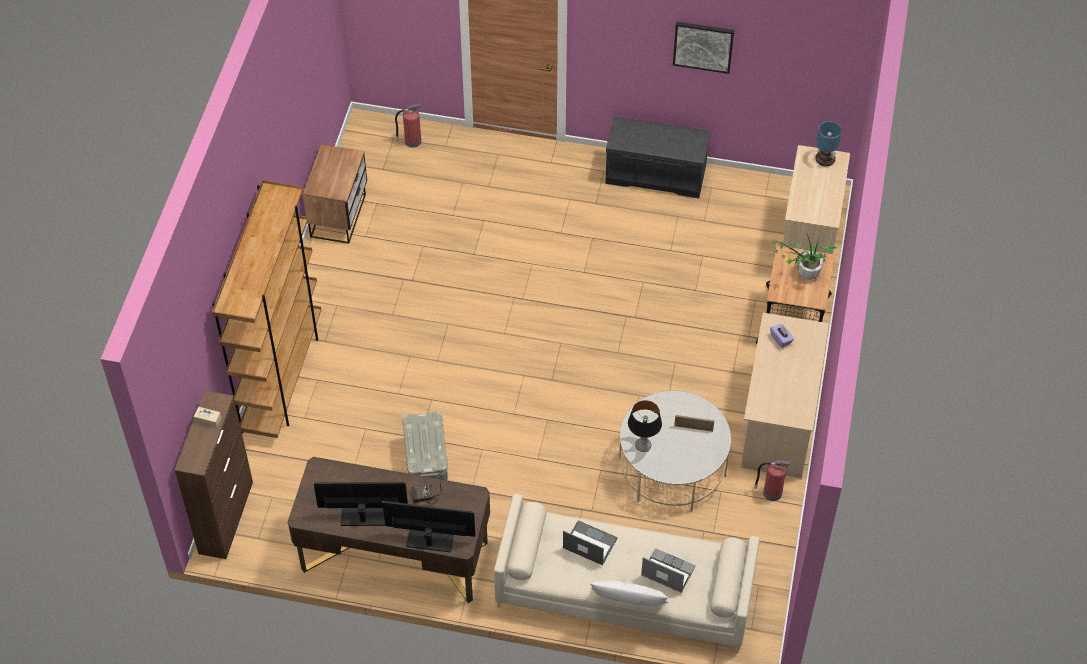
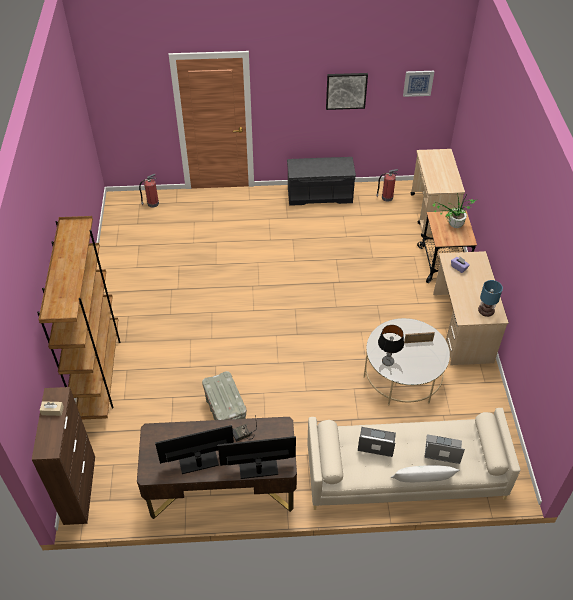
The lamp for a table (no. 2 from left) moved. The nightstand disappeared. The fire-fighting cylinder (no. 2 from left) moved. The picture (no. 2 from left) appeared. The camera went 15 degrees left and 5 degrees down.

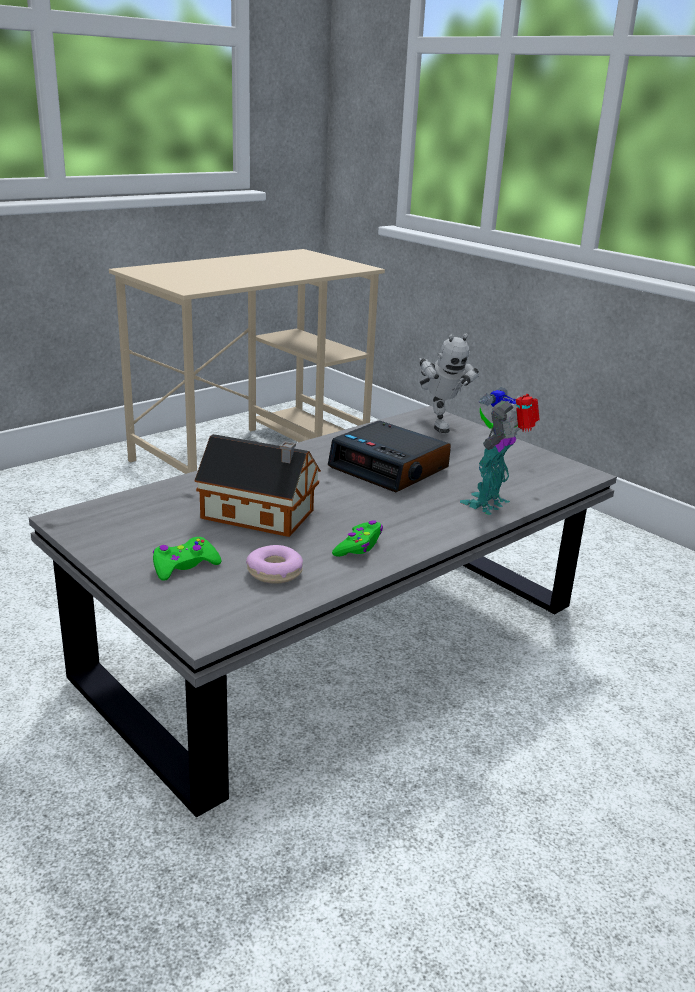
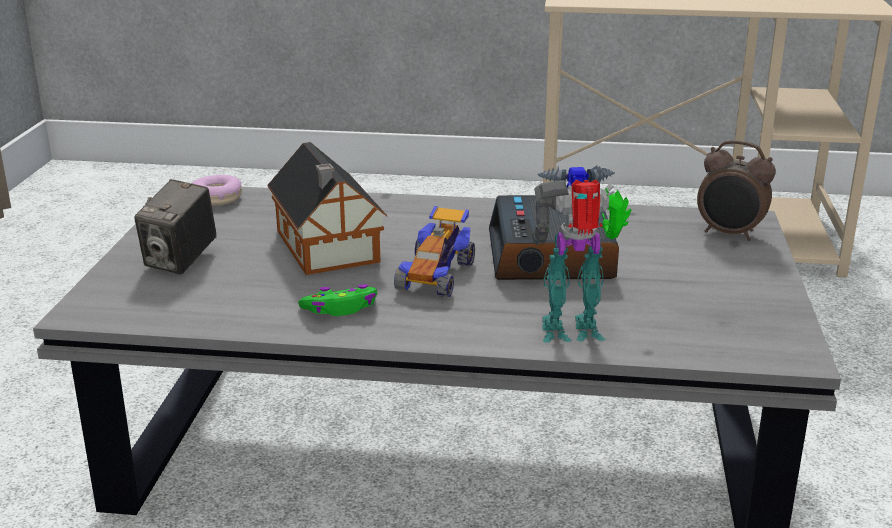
The robot figure (no. 1 from left) was replaced by the bedside clock (no. 2 from left). The joypad/green (no. 1 from left) was replaced by the photo camera. The donut moved. The miniature car appeared. The camera went 50 degrees right and 0 degrees up.

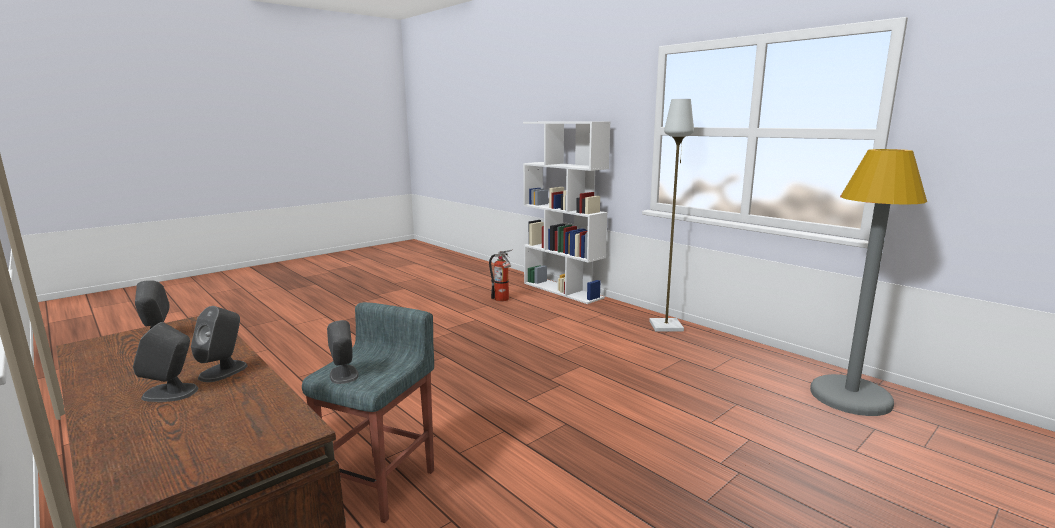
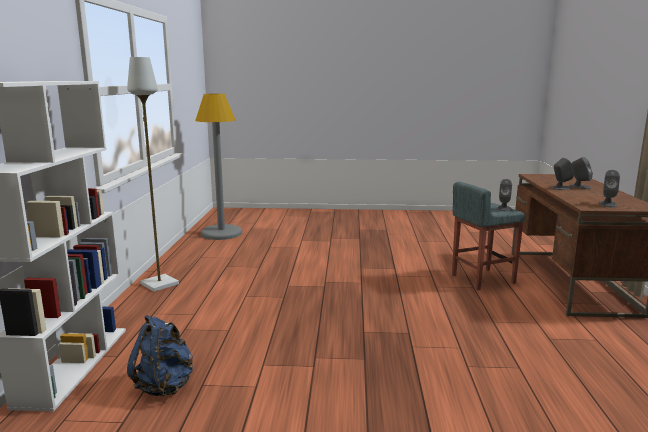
The fire-fighting cylinder was replaced by the backpack/bluish. The camera went 135 degrees left and 0 degrees up.

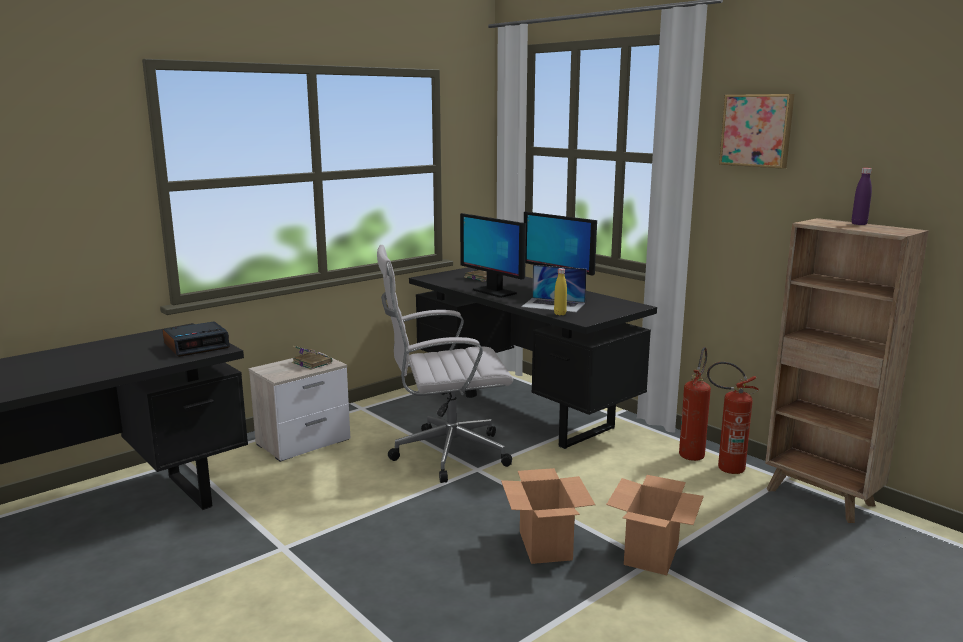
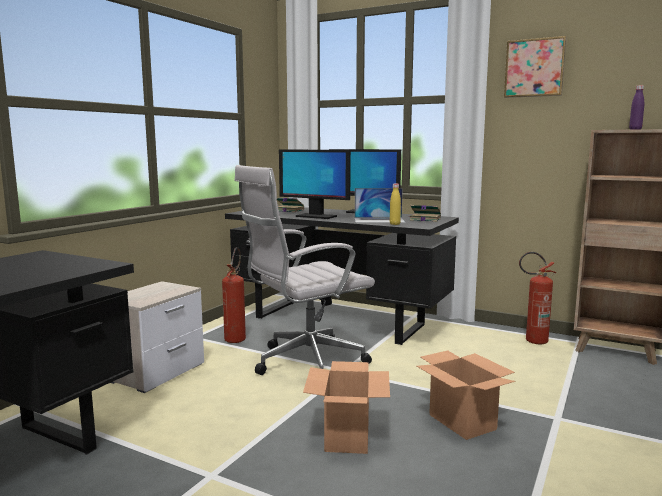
The bedside clock disappeared. The bound book (no. 1 from left in the first image) moved. The fire-fighting cylinder (no. 1 from left) moved. The cardboard box (no. 2 from left in the first image) moved. The camera went 20 degrees left and 5 degrees down.

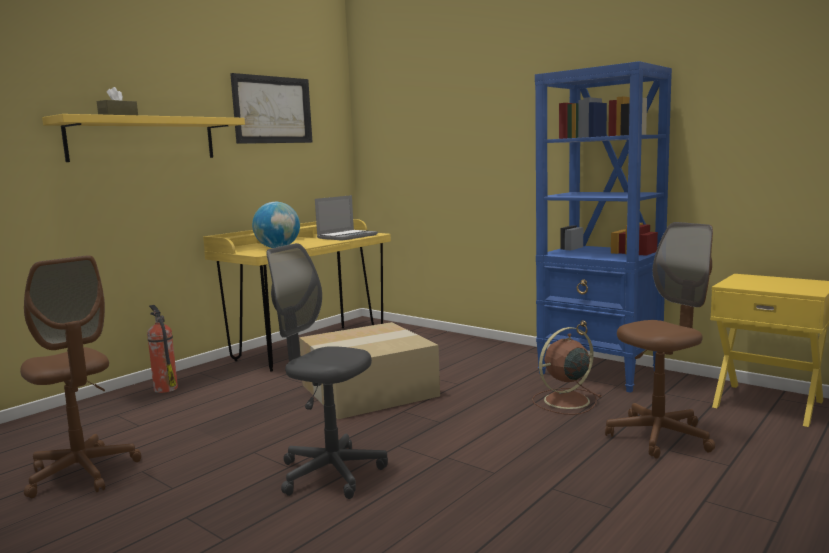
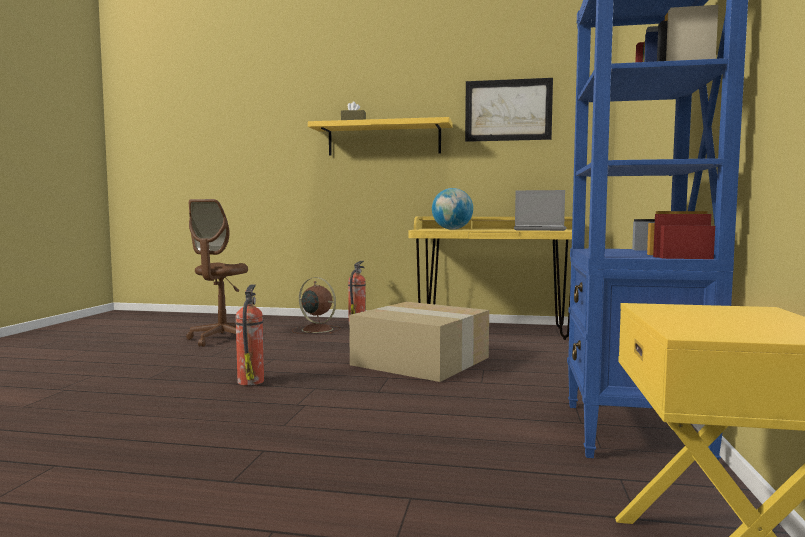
The office chair/brown-coloured (no. 2 from left) disappeared. The office chair/gray was replaced by the fire-fighting cylinder (no. 1 from left). The electric fan/brown-coloured moved. The camera went 60 degrees right and 5 degrees down.

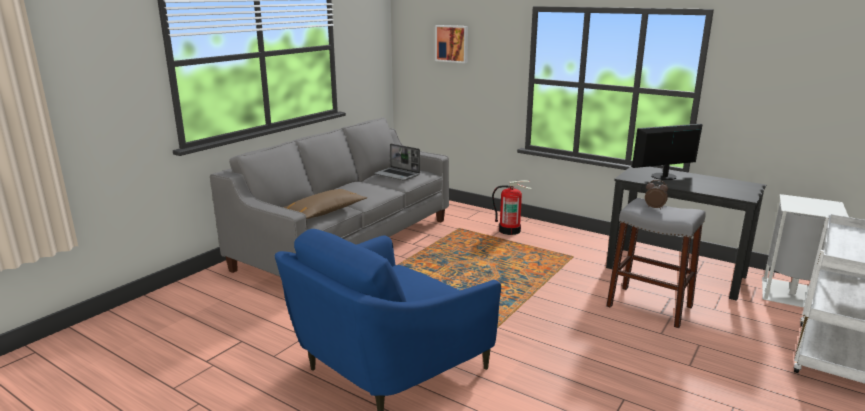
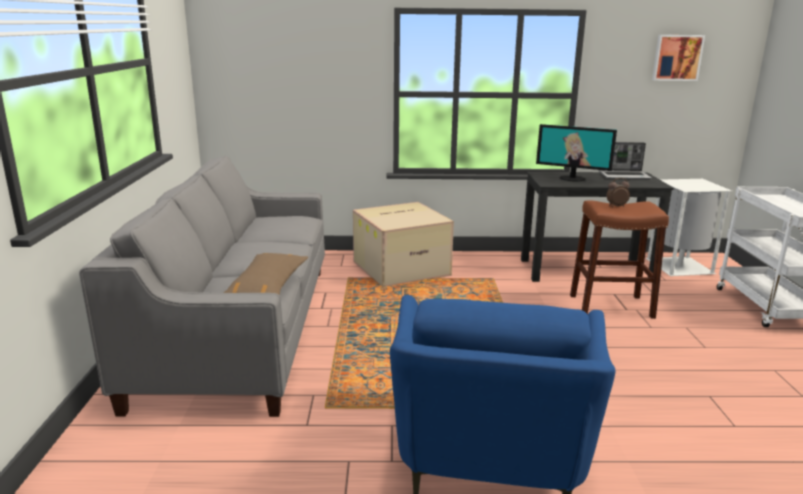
The picture moved. The computer screen turned 105 degrees counterclockwise. The portable computer moved. The fire-fighting cylinder was replaced by the cardboard box. The stool/gray became the stool/brown-coloured. The camera went 35 degrees left and 0 degrees up.

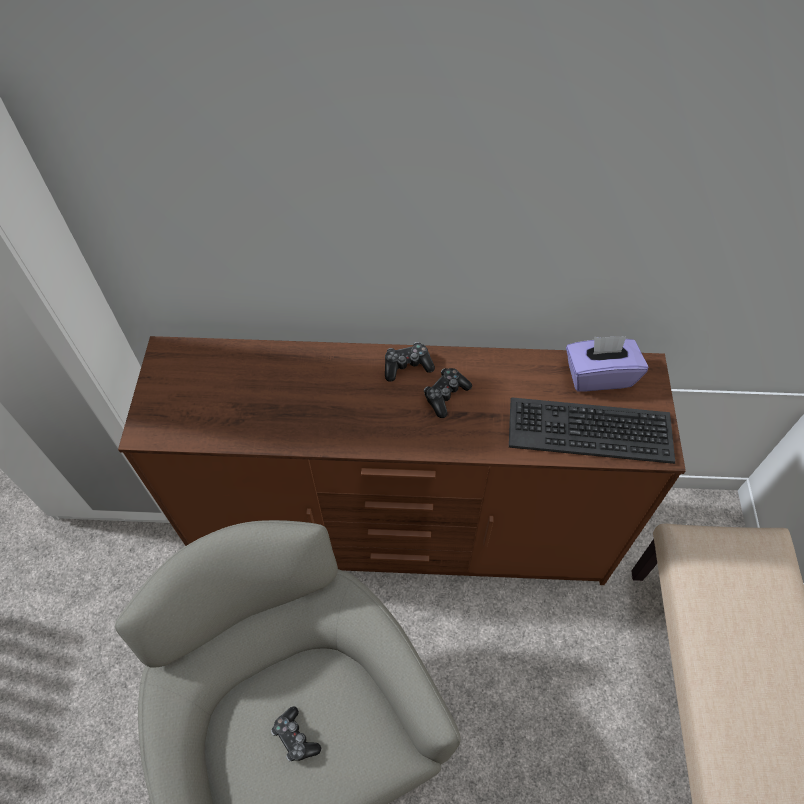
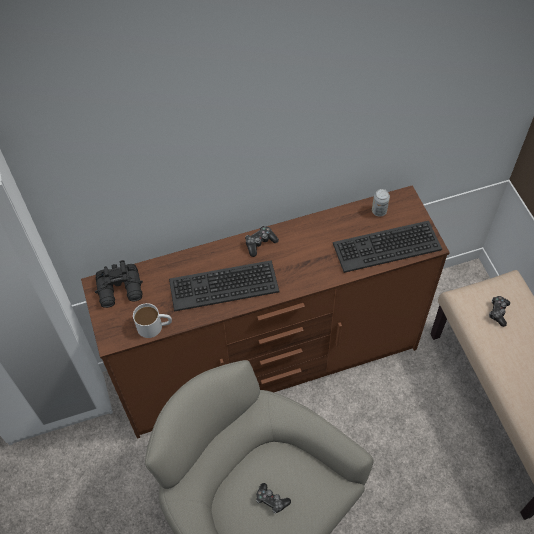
The box of tissues/purplish was replaced by the can. The joypad (no. 3 from left) moved. The pair of binoculars/black appeared. The keyboard (no. 1 from left) appeared. The tea mug/whitish appeared. The camera went 20 degrees left and 0 degrees up.

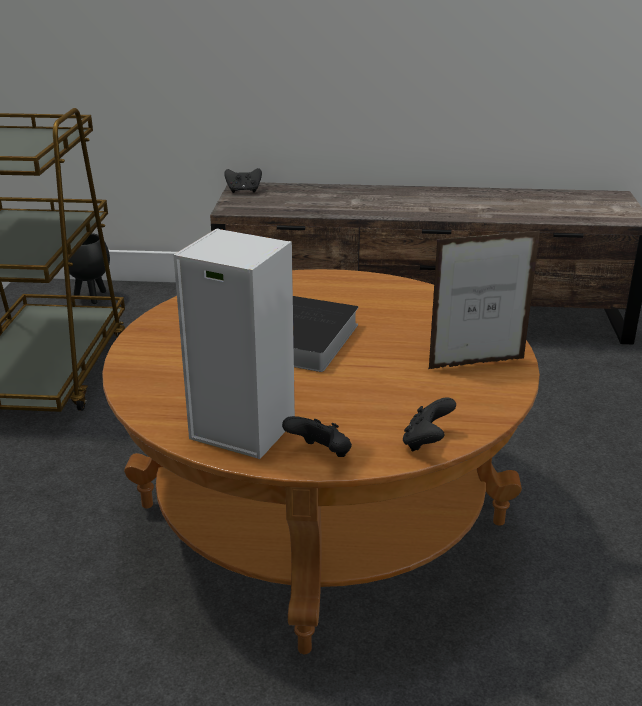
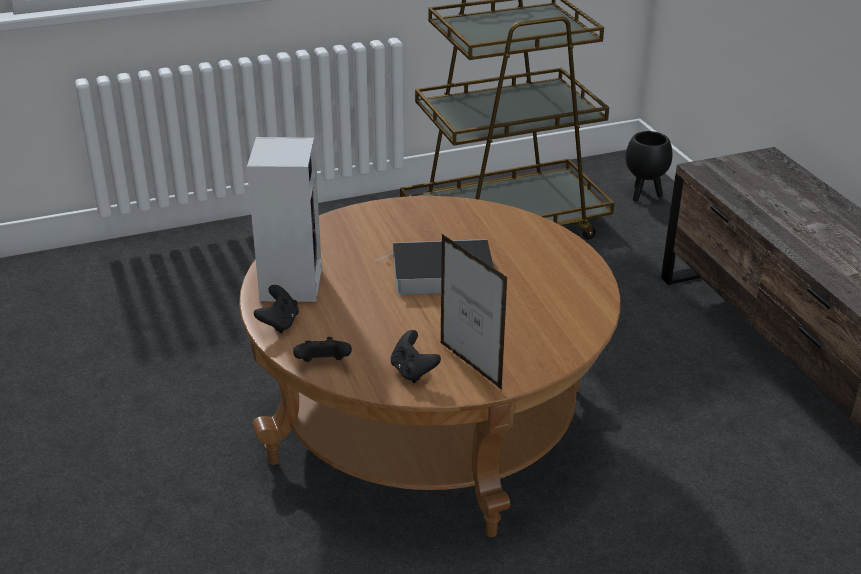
The joypad/black (no. 1 from left in the first image) moved. The camera went 65 degrees right and 5 degrees up.

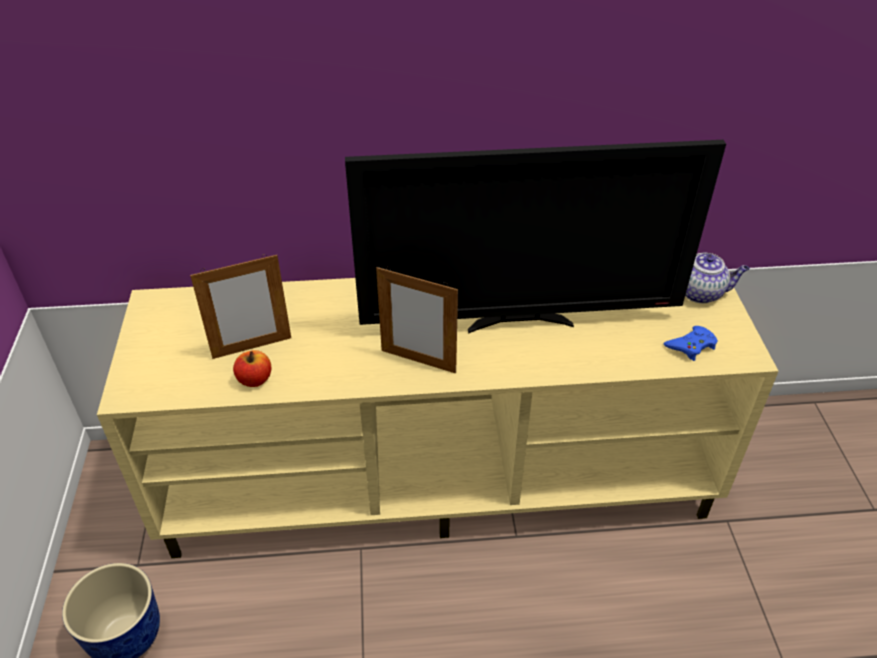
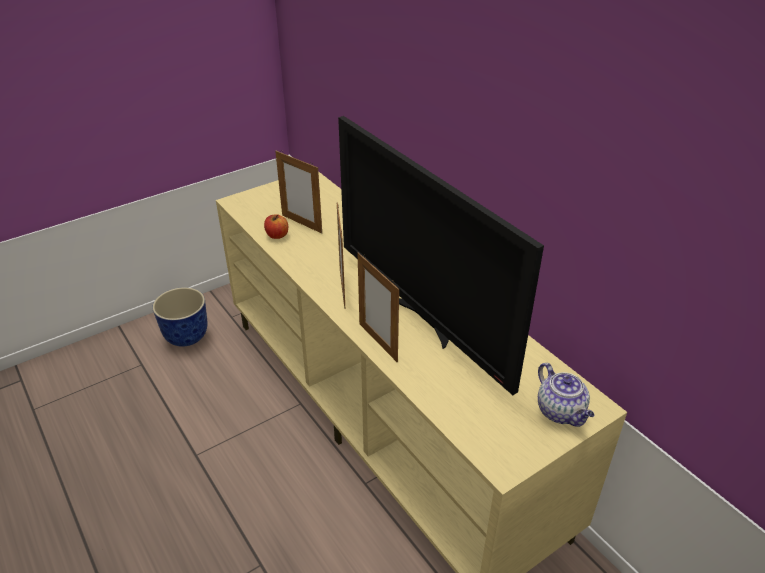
The joypad/bluish disappeared. The standing frame (no. 3 from left) appeared. The camera went 60 degrees right and 5 degrees down.

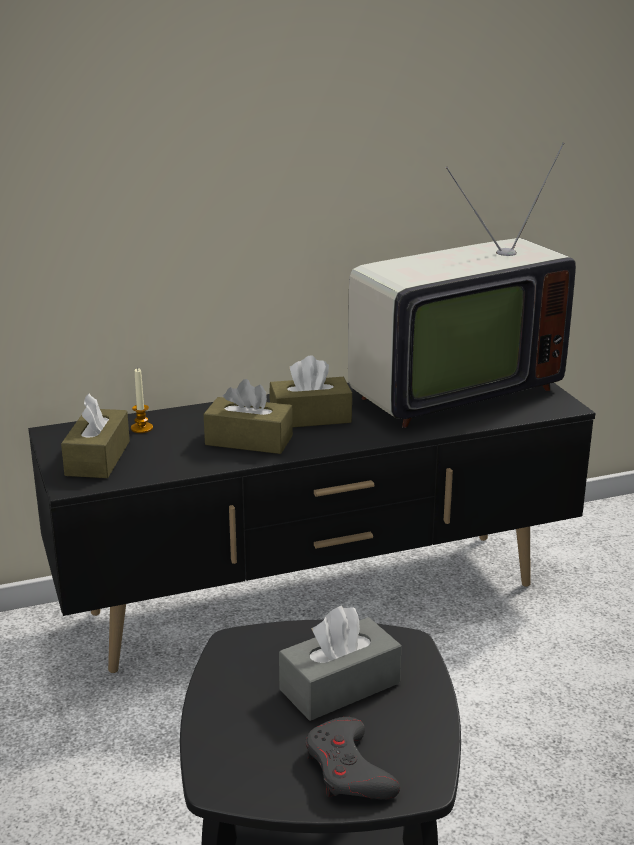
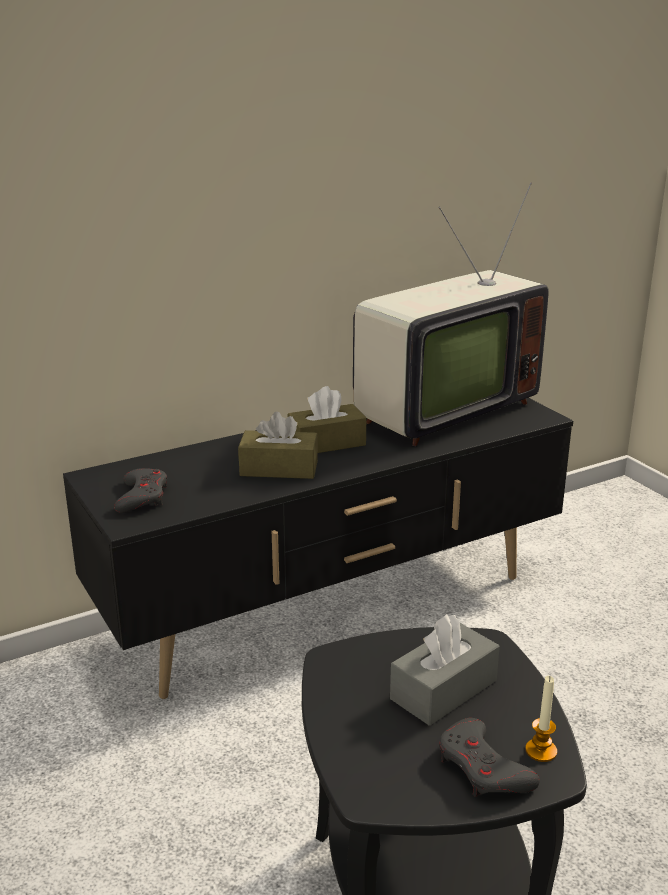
The wax candle moved. The box of tissues/brown-coloured (no. 1 from left) was replaced by the joypad/gray (no. 1 from left). The camera went 10 degrees left and 0 degrees up.

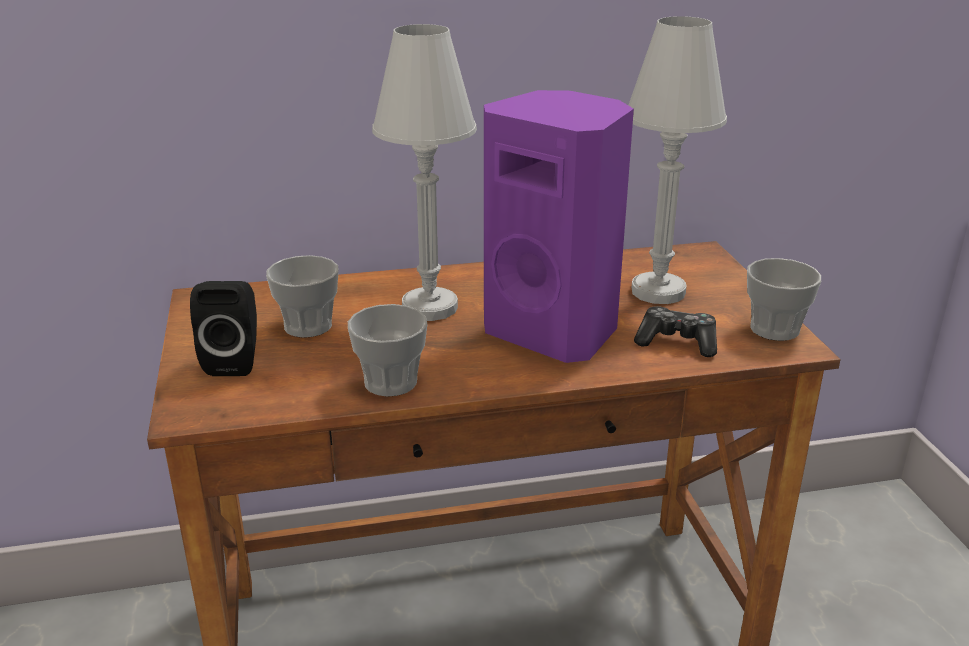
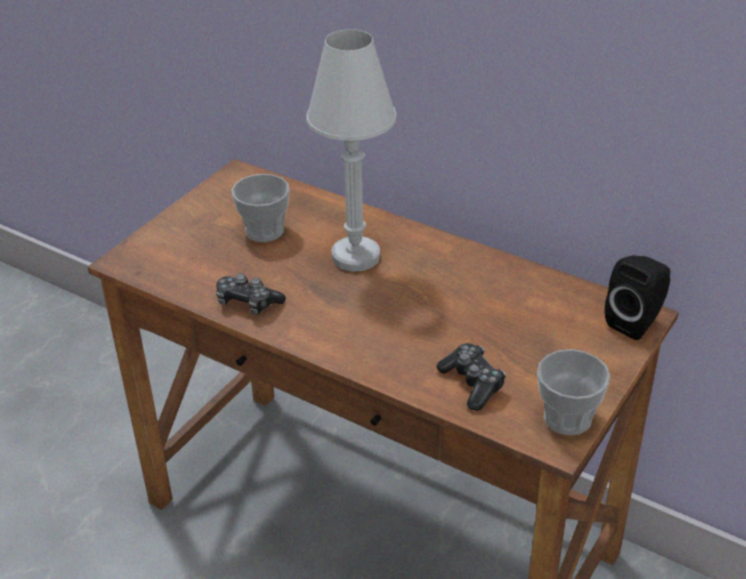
The lamp for a table/whitish (no. 2 from left) disappeared. The speaker/purplish disappeared. The speaker/black moved. The small cup (no. 2 from left) was replaced by the joypad (no. 1 from left). The camera went 45 degrees right and 10 degrees up.

